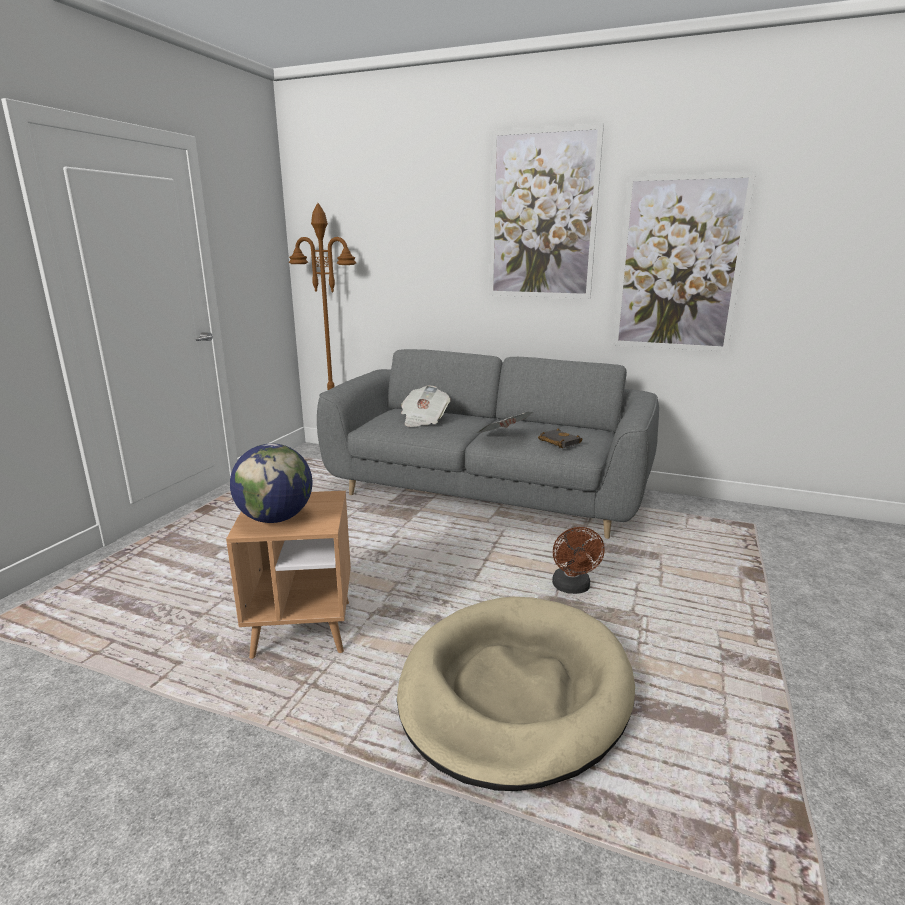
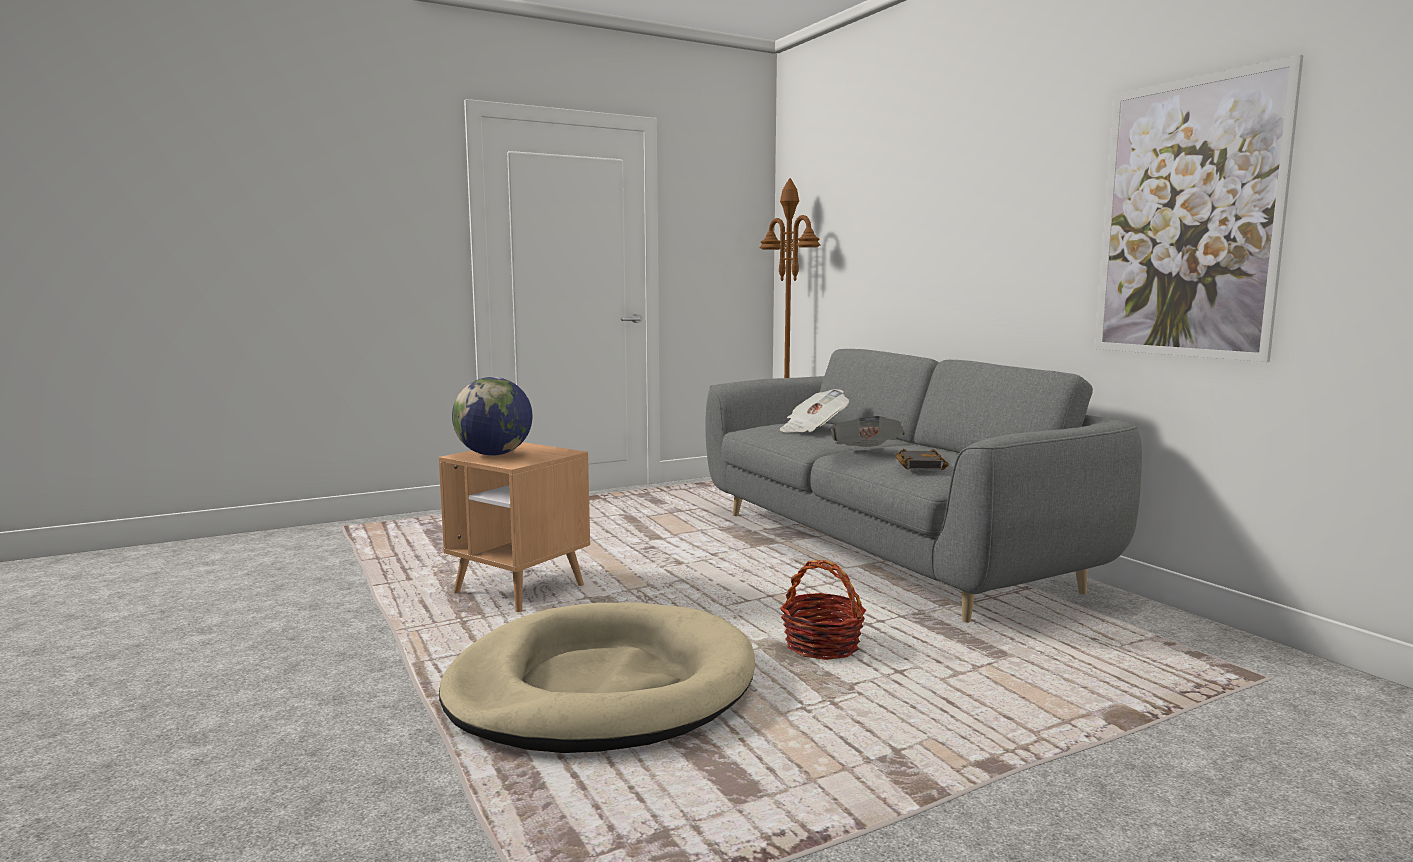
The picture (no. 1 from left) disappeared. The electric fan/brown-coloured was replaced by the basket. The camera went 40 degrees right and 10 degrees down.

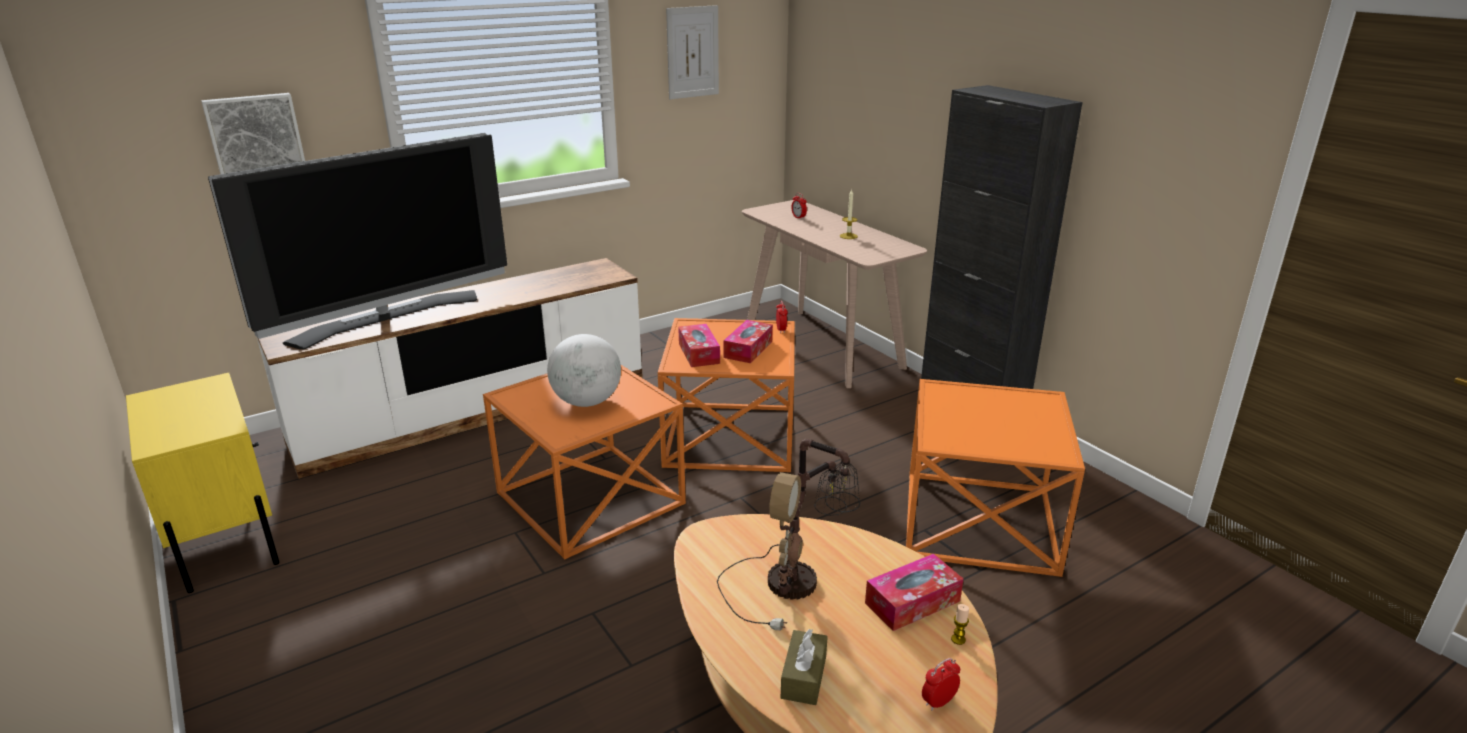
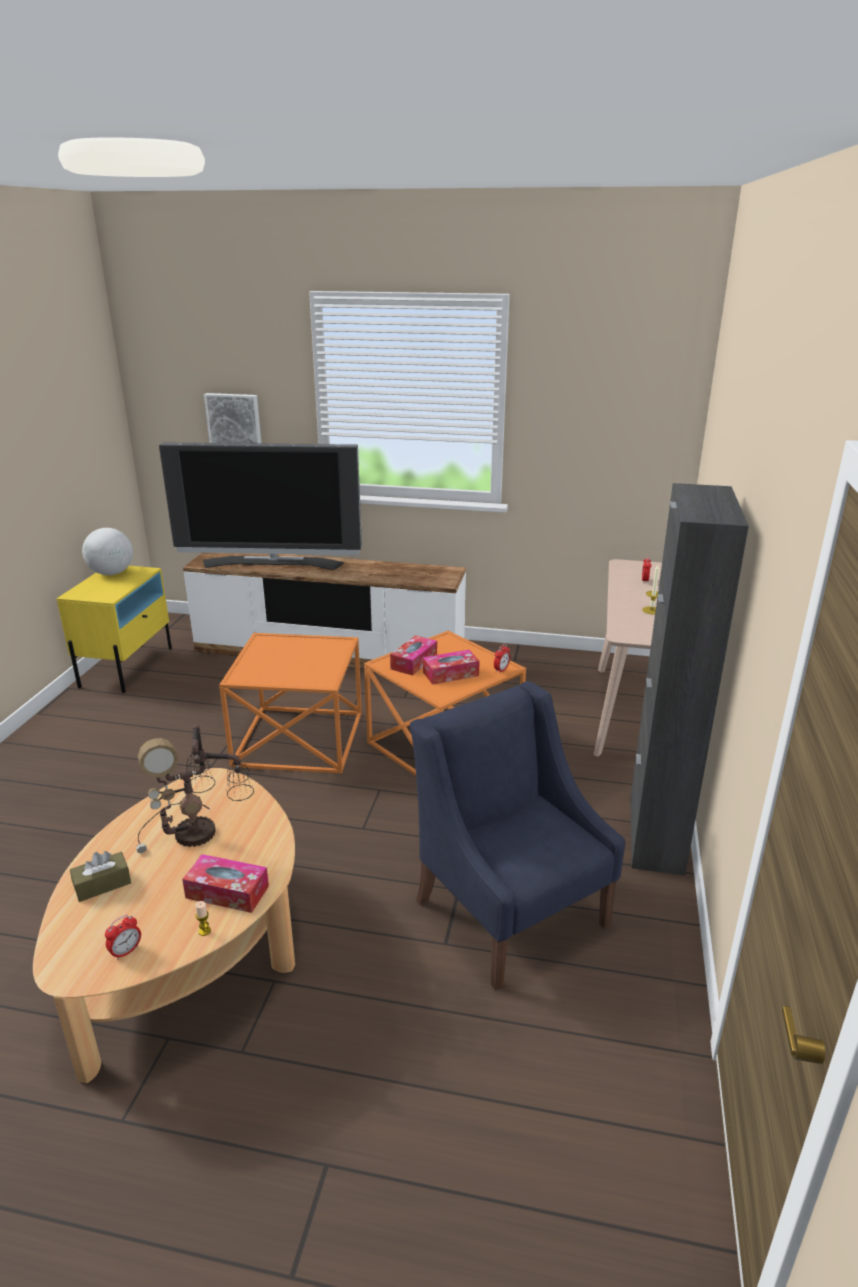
The picture (no. 2 from left) disappeared. The world globe moved. The side table/orange-coloured (no. 3 from left) was replaced by the lounge chair/bluish. The bedside clock (no. 3 from left in the first image) turned 120 degrees clockwise. The camera went 45 degrees right and 0 degrees up.

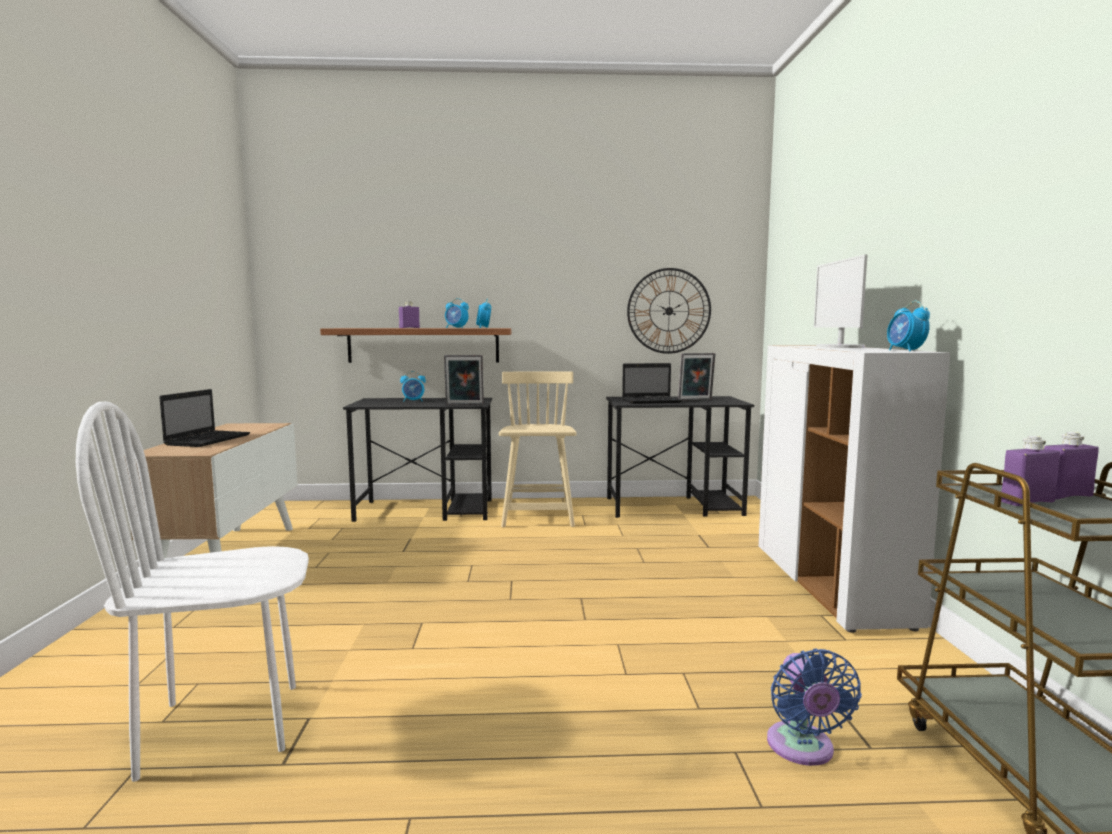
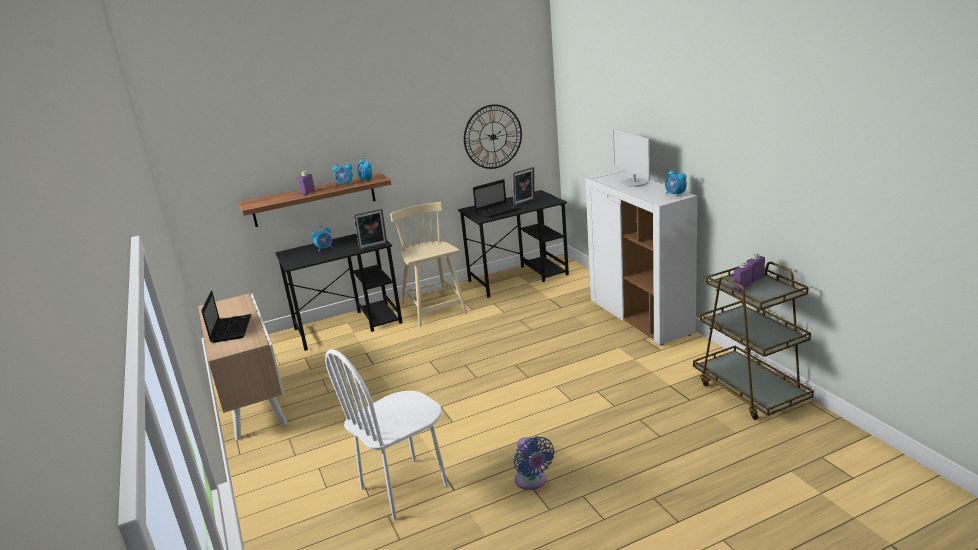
The electric fan/bluish moved. The camera went 20 degrees left and 15 degrees up.

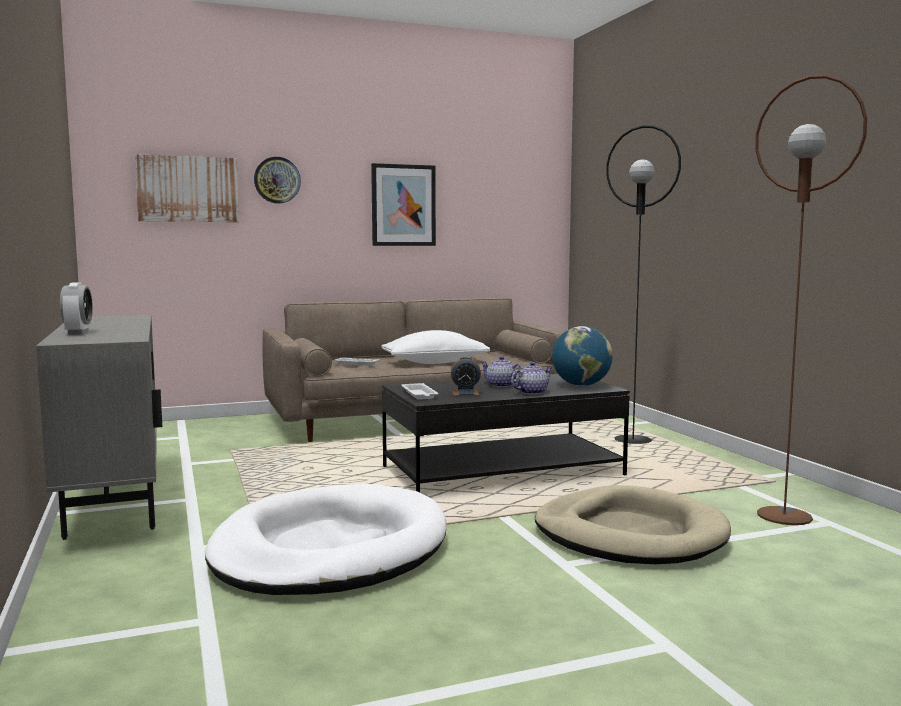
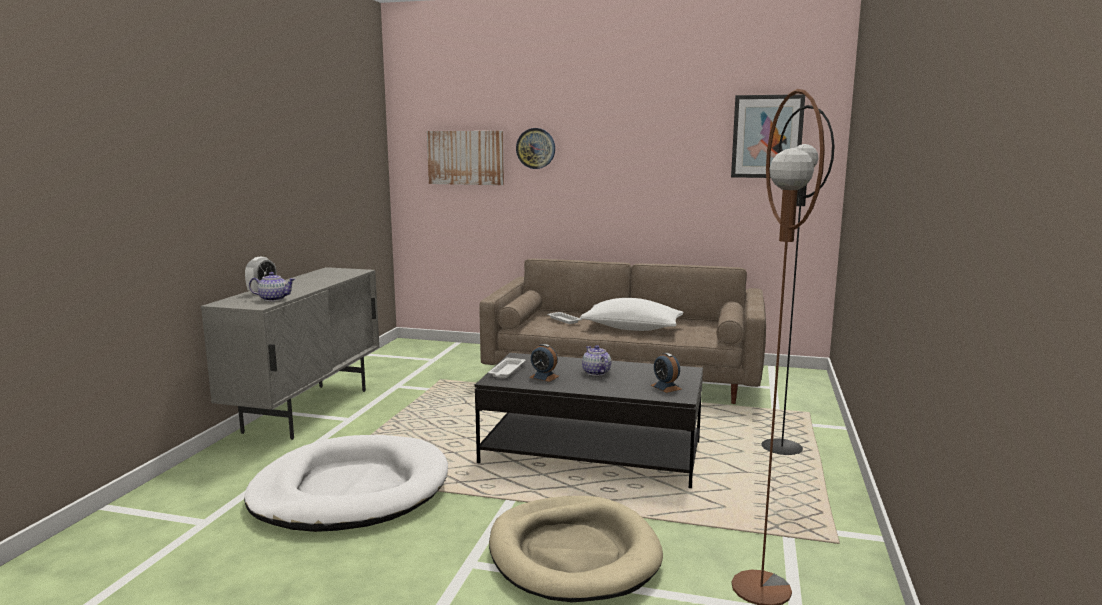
The picture (no. 2 from left) moved. The world globe was replaced by the bedside clock (no. 3 from left). The pot for tea (no. 2 from left in the first image) moved. The camera went 35 degrees right and 5 degrees up.

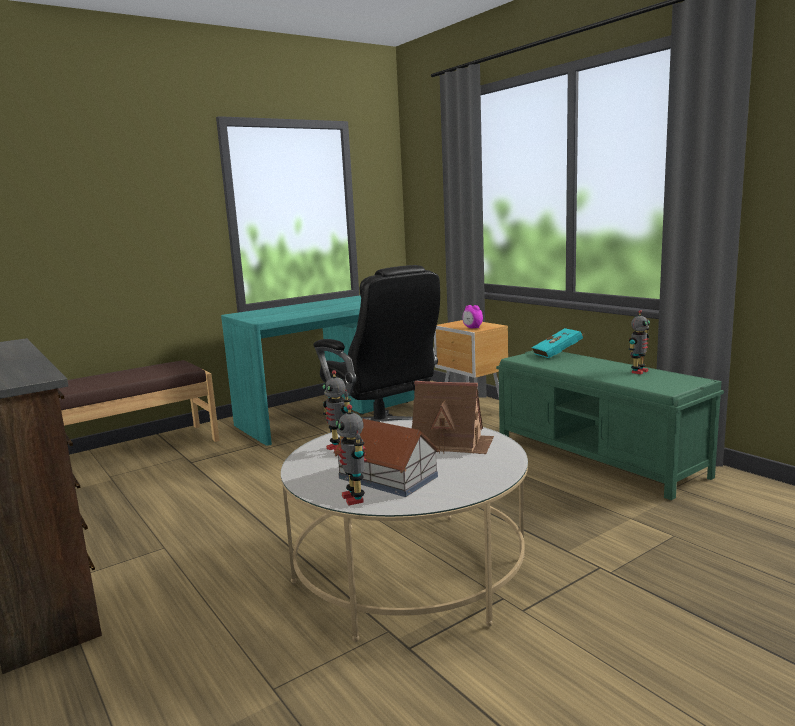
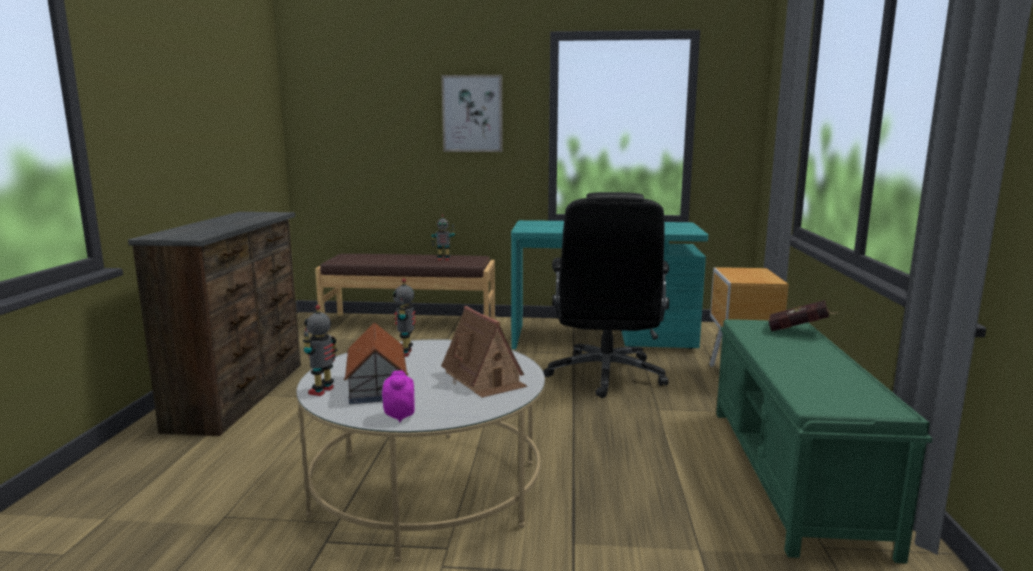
The bedside clock moved. The robot figure (no. 3 from left) moved. The bound book/turquoise-coloured became the bound book/red. The picture appeared. The camera went 40 degrees right and 0 degrees up.

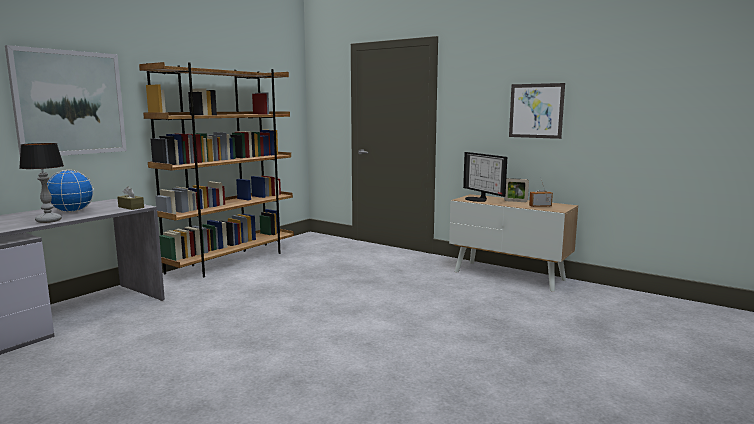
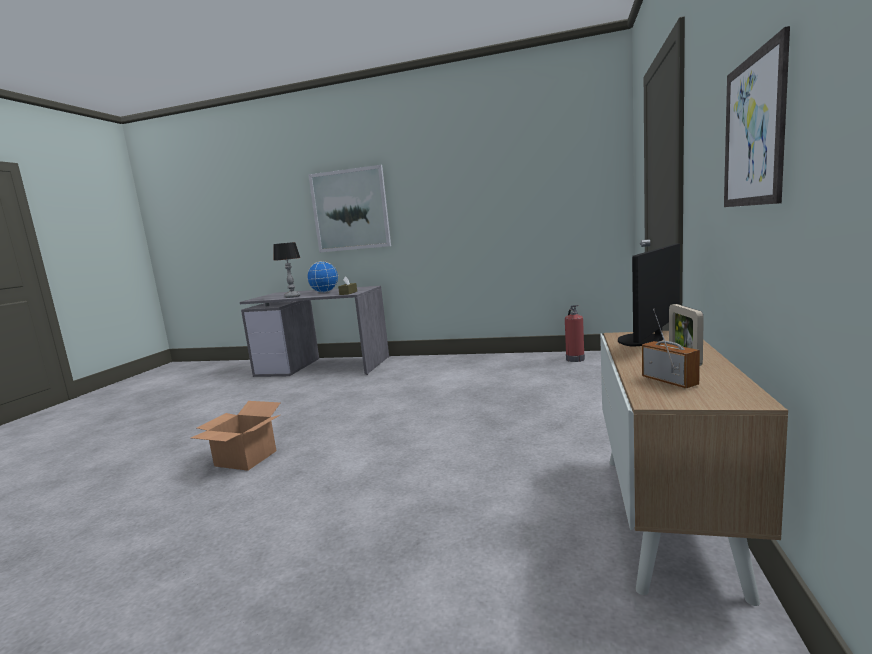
The bookshelf/brown-coloured disappeared. The fire-fighting cylinder appeared. The cardboard box appeared. The camera went 70 degrees right and 0 degrees up.

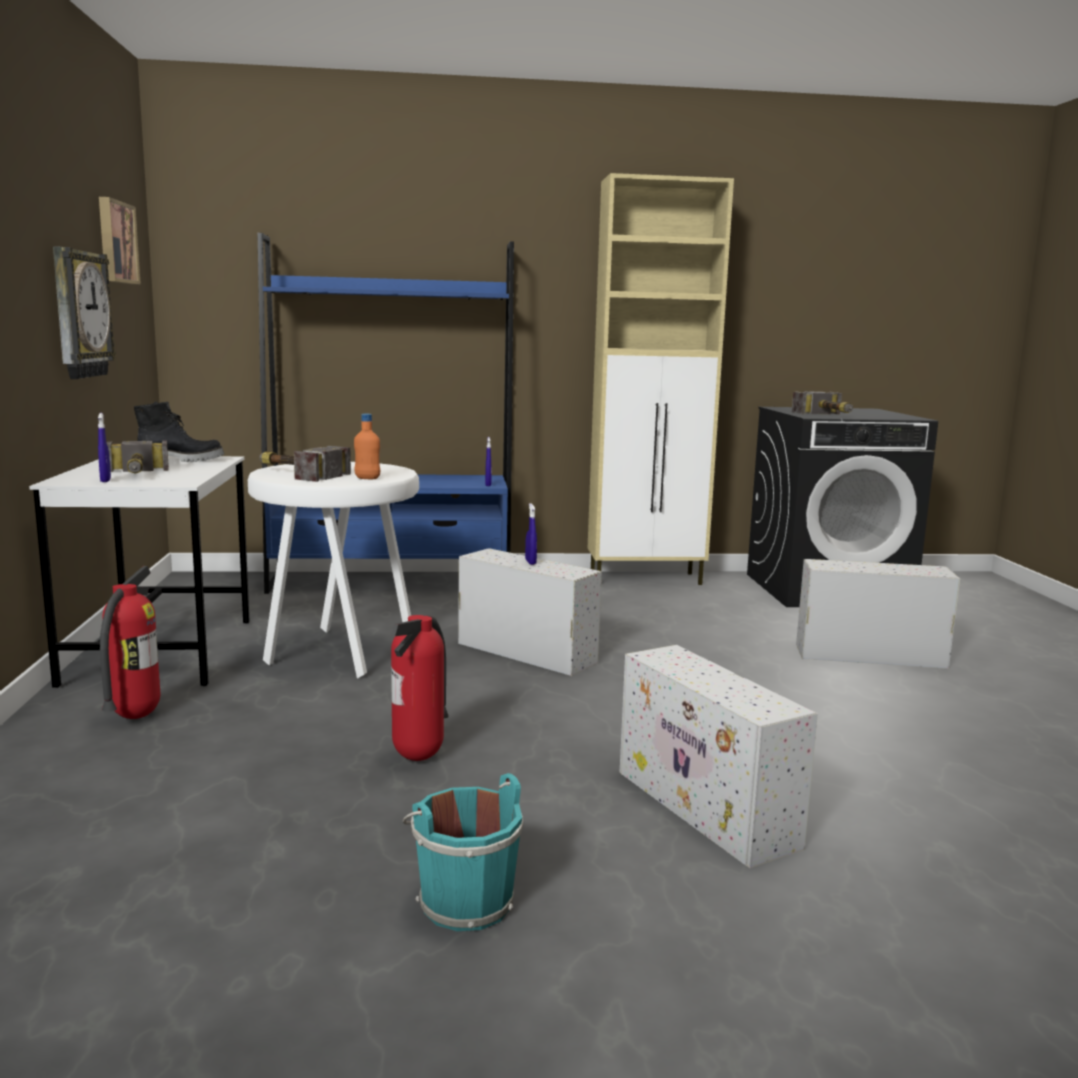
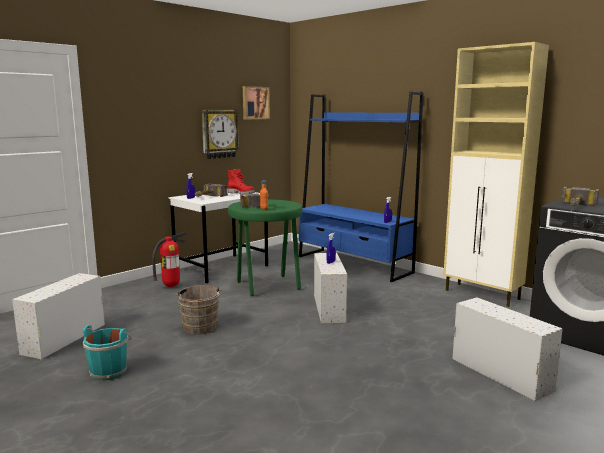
The high-top boot/black became the high-top boot/red. The stool/whitish became the stool/green. The fire-fighting cylinder (no. 2 from left) was replaced by the water bucket/brown-coloured. The storage bin/whitish (no. 2 from left in the first image) moved. The camera went 50 degrees right and 0 degrees up.

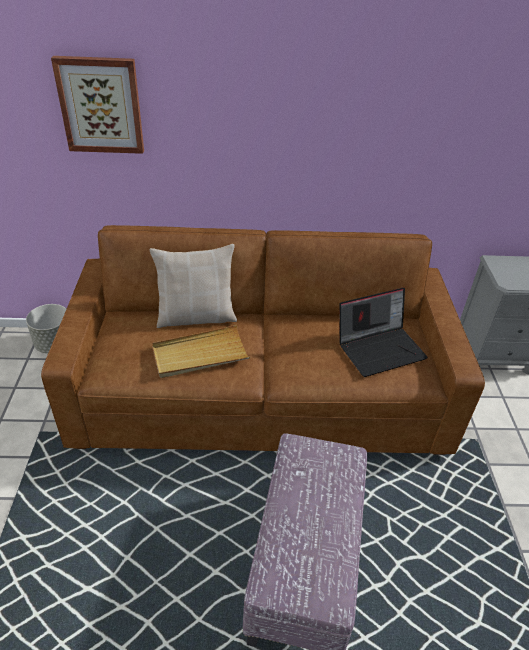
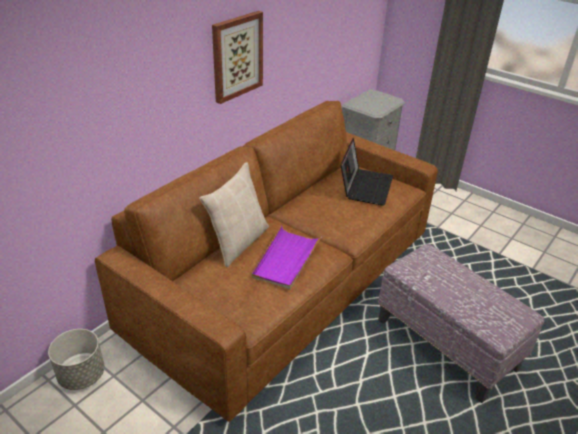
The picture moved. The carrying tray/beige became the carrying tray/purplish. The camera went 50 degrees left and 5 degrees down.

